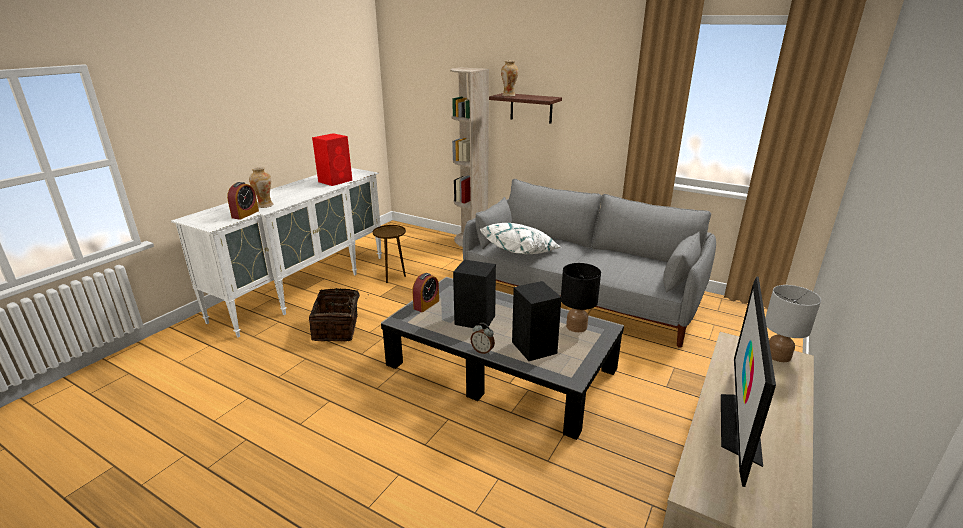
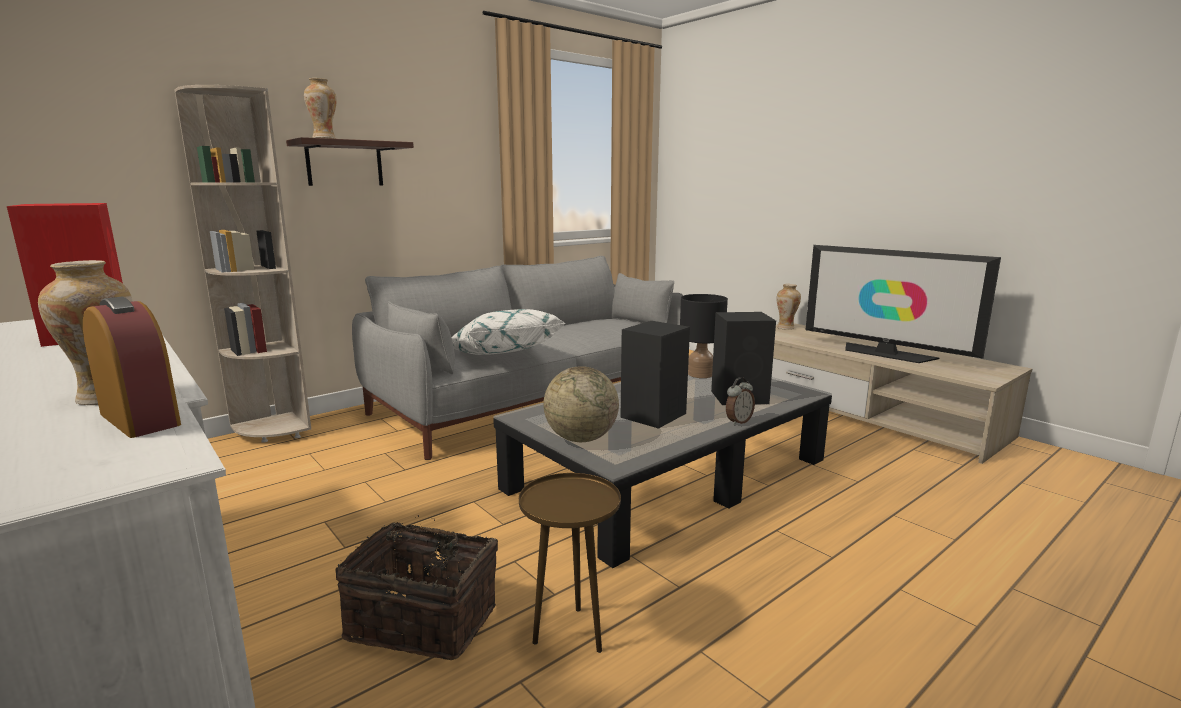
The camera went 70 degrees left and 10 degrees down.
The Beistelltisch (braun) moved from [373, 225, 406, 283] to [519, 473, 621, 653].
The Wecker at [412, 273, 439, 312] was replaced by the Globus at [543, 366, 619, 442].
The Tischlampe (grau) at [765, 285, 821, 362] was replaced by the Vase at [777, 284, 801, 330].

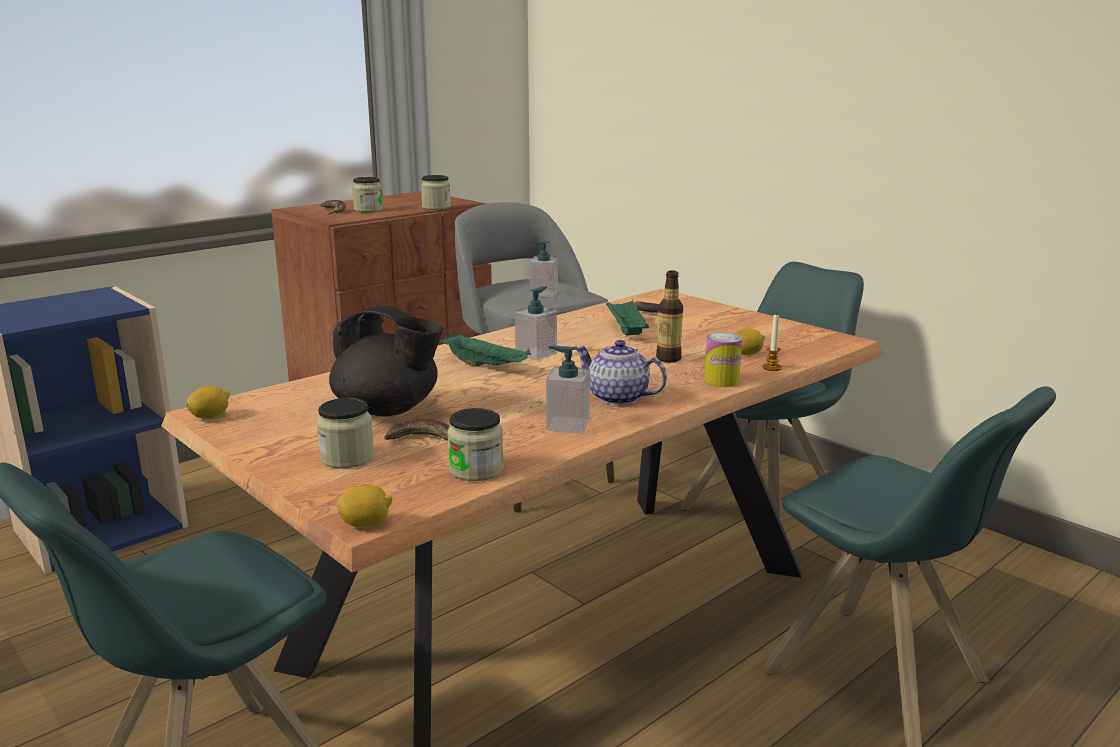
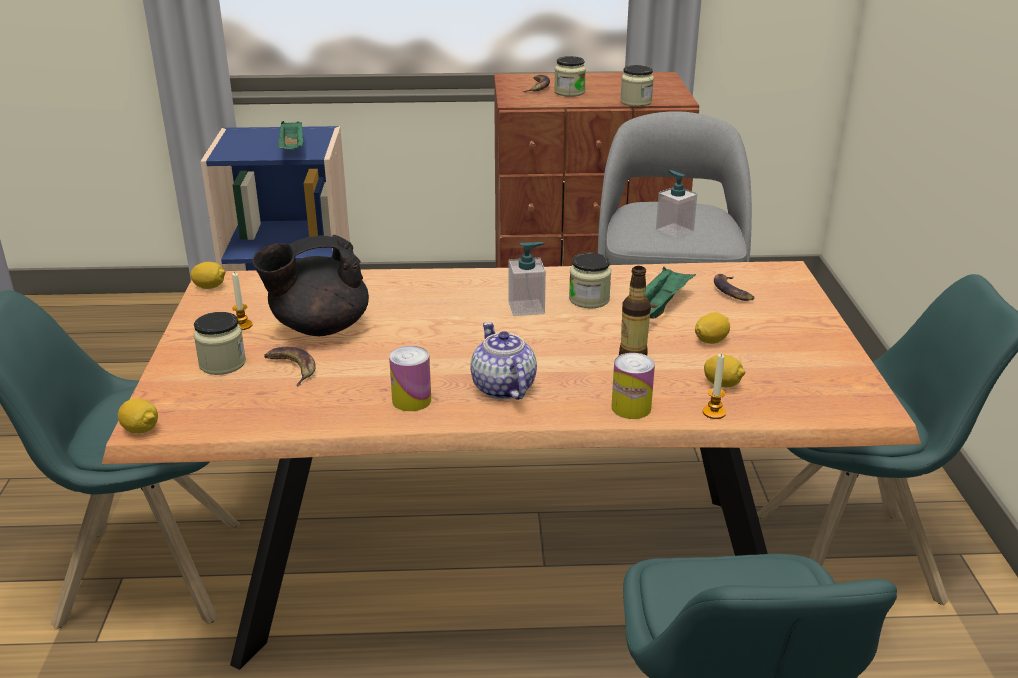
The camera went 40 degrees right and 10 degrees up.
The Teekanne (schwarz) at [329, 306, 443, 417] turned 90 degrees clockwise.
The Tablett (grün) moved from [439, 334, 531, 367] to [278, 121, 304, 149].
The Seifenspender at [546, 346, 590, 434] was replaced by the Dose at [389, 346, 431, 411].
The Vorratsglas moved from [447, 408, 504, 481] to [569, 253, 611, 309].
The Kerze at [232, 273, 253, 330] appeared.
The Zitrone at [695, 312, 730, 344] appeared.

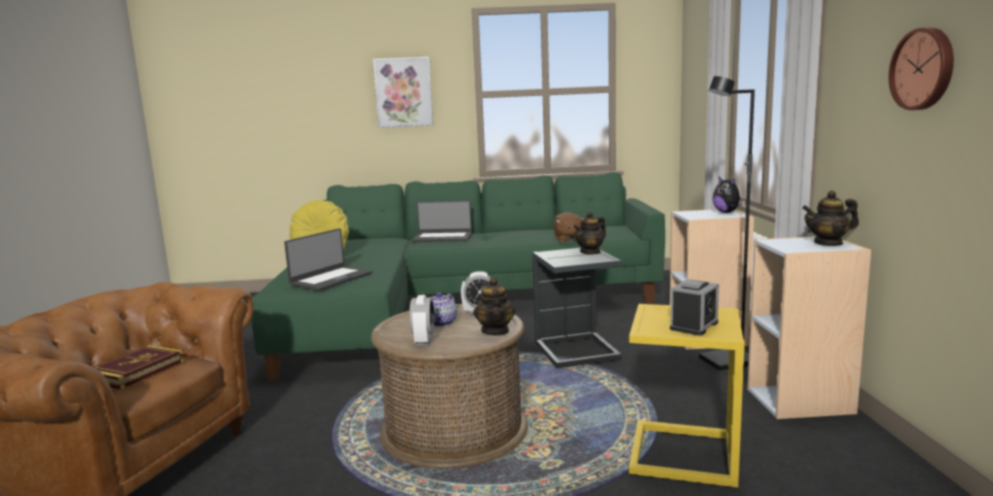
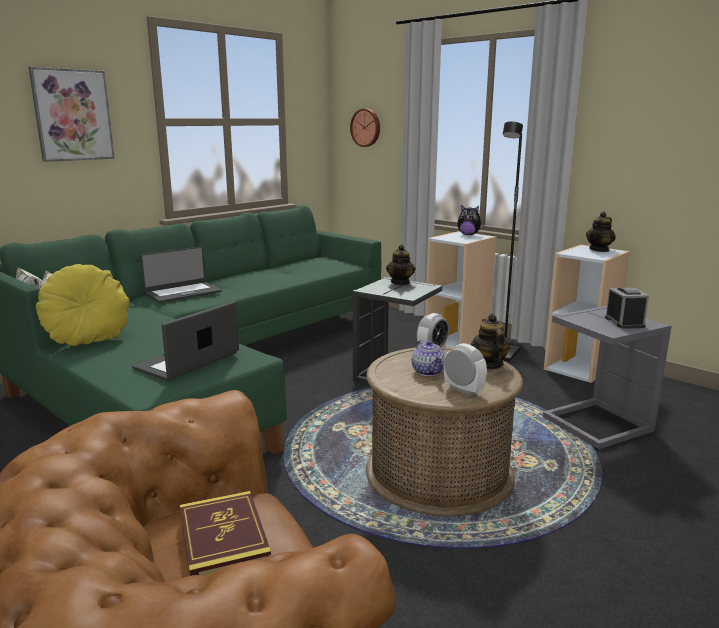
The camera went 45 degrees left and 5 degrees up.
The Wanduhr moved from [888, 27, 954, 110] to [350, 109, 380, 147].
The Plüschtier (braun) at [553, 212, 583, 243] disappeared.
The Laptop at [284, 228, 372, 291] turned 135 degrees counterclockwise.
The Teekanne at [473, 277, 516, 336] turned 135 degrees counterclockwise.
The Beistelltisch (gelb) at [629, 304, 745, 487] became the Beistelltisch (grau) at [543, 306, 671, 449].

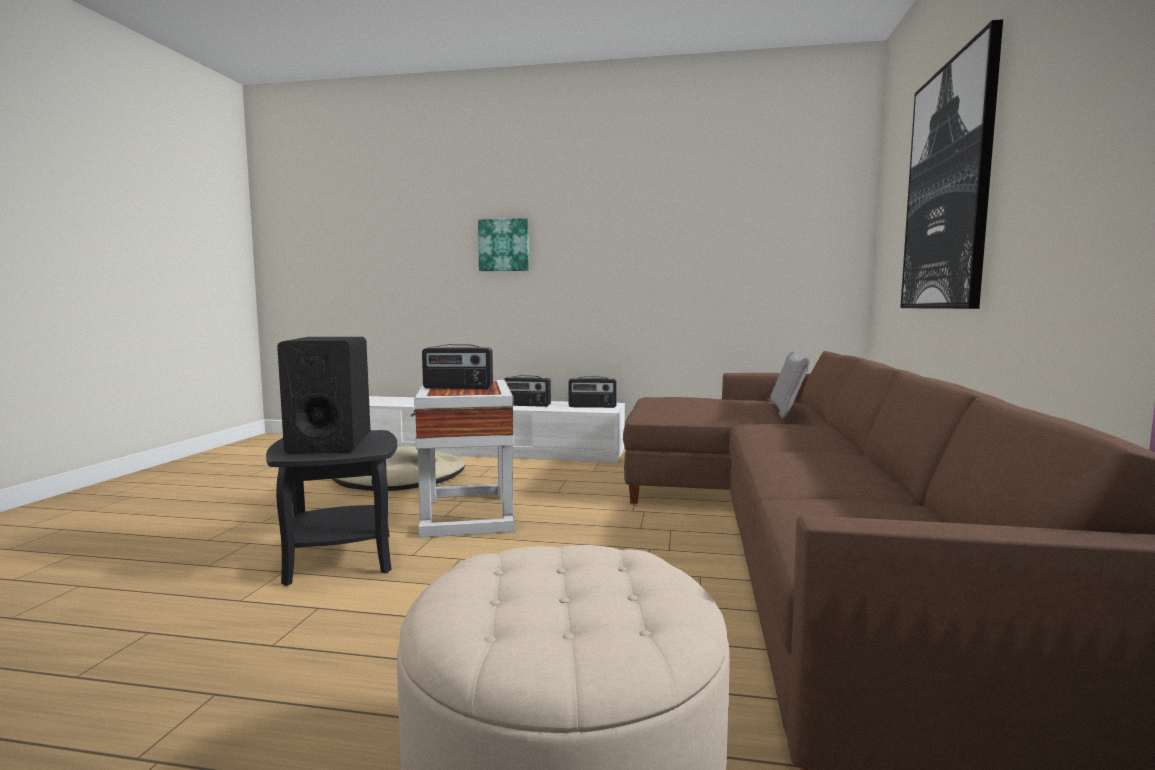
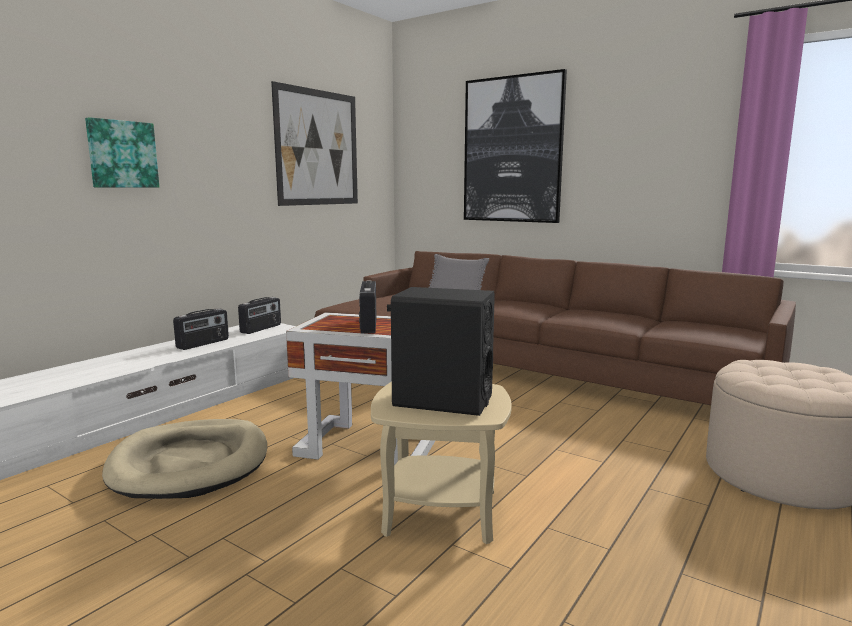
The camera went 65 degrees left and 5 degrees up.
The Radio at [422, 344, 493, 389] turned 150 degrees clockwise.
The Beistelltisch (schwarz) at [266, 430, 397, 586] became the Beistelltisch (beige) at [371, 382, 512, 544].
The Bild at [271, 81, 358, 206] appeared.

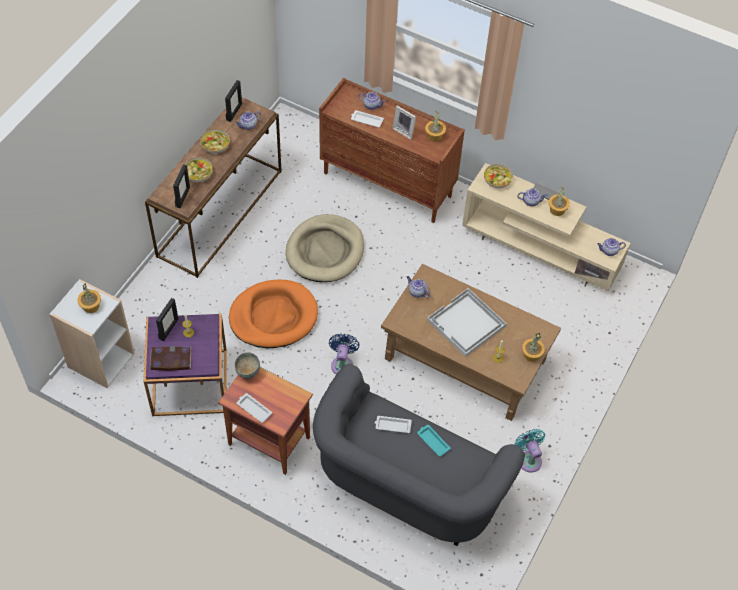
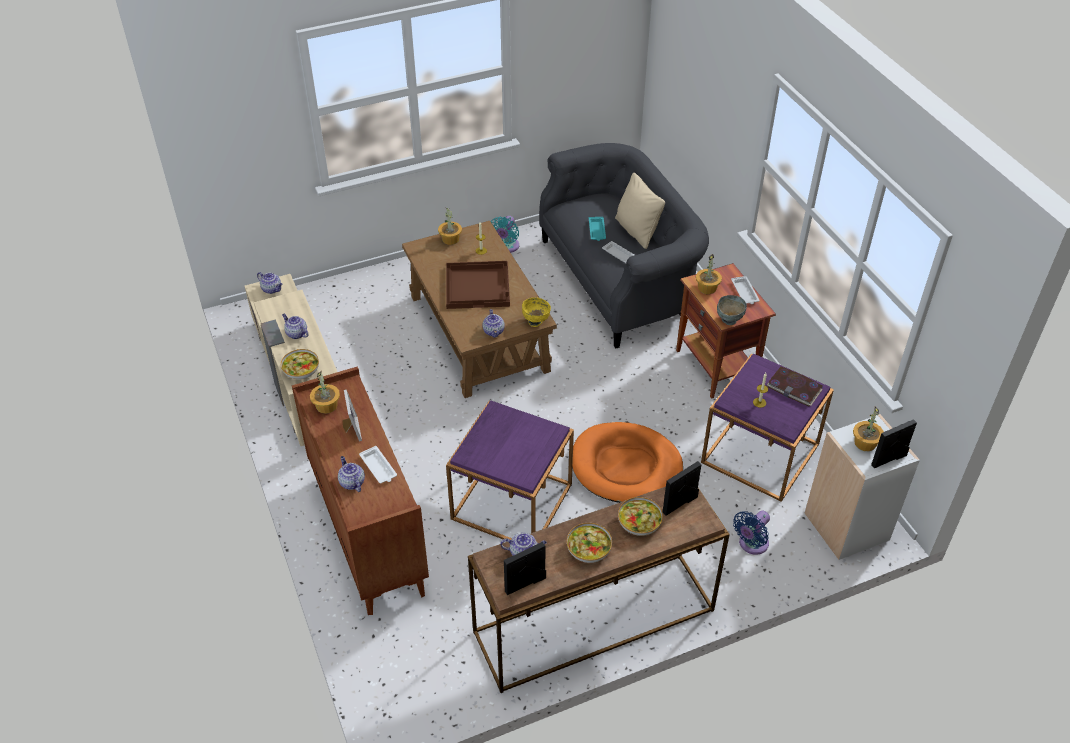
The camera went 140 degrees left and 10 degrees down.
The Topfpflanze moved from [549, 187, 570, 216] to [696, 254, 722, 294].
The Hundebett (beige) at [286, 214, 364, 282] was replaced by the Beistelltisch (lila) at [446, 400, 574, 540].
The Tablett (weiß) at [427, 288, 507, 357] became the Tablett (braun) at [446, 261, 510, 309].
The Bilderrahmen moved from [156, 298, 178, 341] to [871, 419, 917, 468].
The Ventilator (blau) moved from [329, 333, 360, 374] to [733, 511, 770, 555].
The Kissen (beige) at [615, 172, 665, 249] appeared.
The Schüssel (gelb) at [522, 297, 551, 327] appeared.

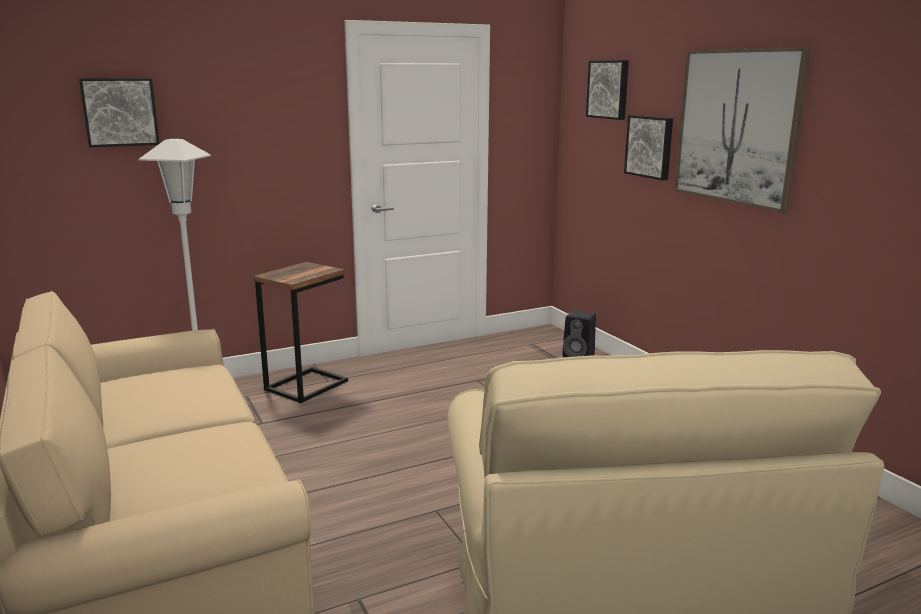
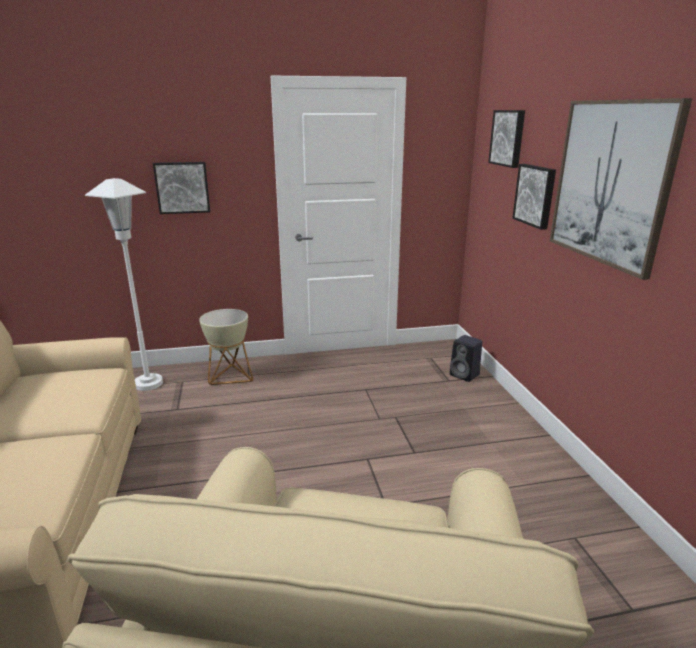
The camera went 15 degrees right and 5 degrees up.
The Bild moved from [79, 78, 159, 147] to [153, 162, 210, 214].
The Beistelltisch at [254, 262, 348, 403] was replaced by the Pflanzkübel at [199, 309, 253, 385].

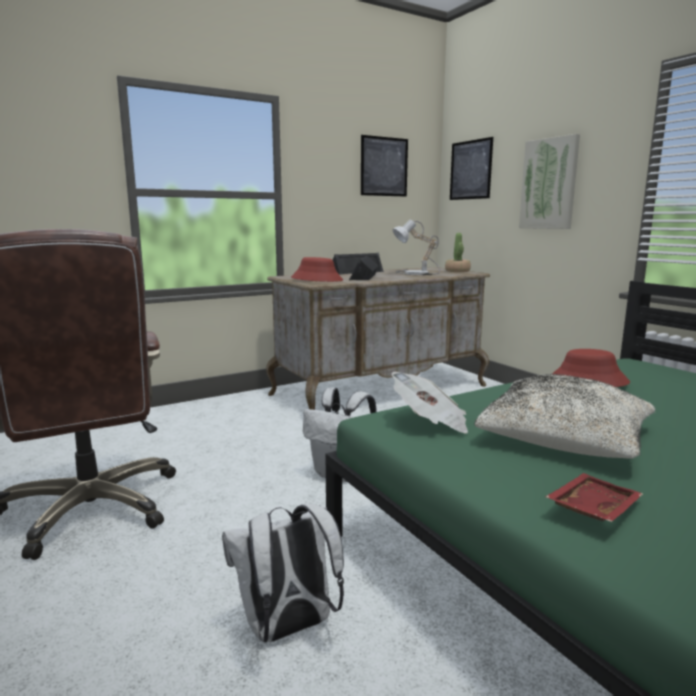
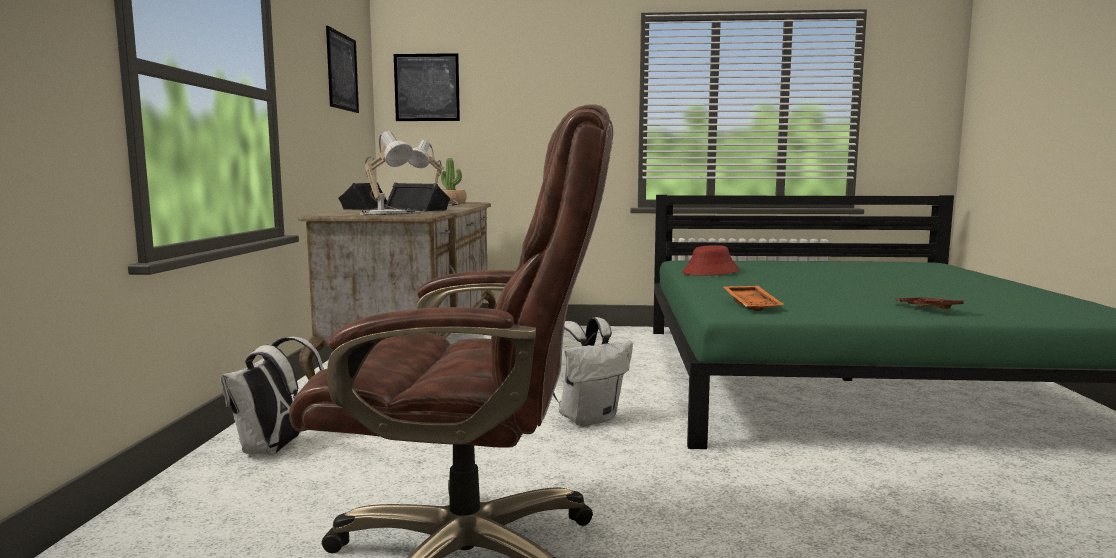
The camera went 55 degrees left and 5 degrees down.
The Bild at [519, 134, 580, 229] disappeared.
The Hut (rot) at [291, 257, 343, 282] was replaced by the Tischlampe at [360, 131, 422, 215].
The Zeitung at [391, 372, 468, 433] was replaced by the Tablett (orange) at [724, 285, 785, 311].
The Kissen (beige) at [474, 374, 656, 459] disappeared.
The Rucksack (weiß) moved from [222, 504, 344, 642] to [220, 336, 324, 455].

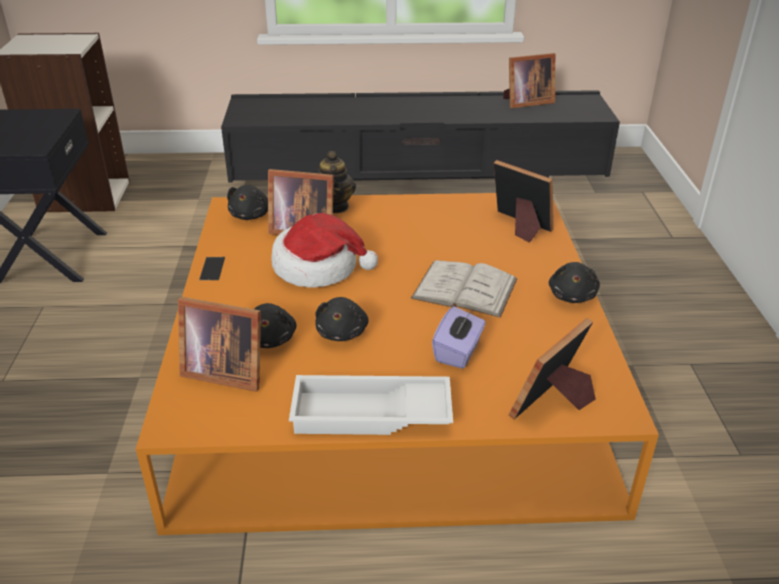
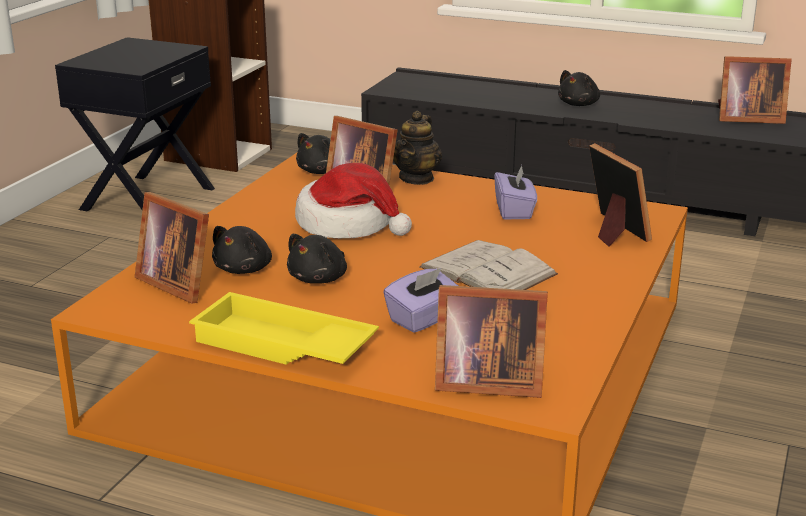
The camera went 25 degrees right and 10 degrees down.
The Handy at [199, 257, 225, 280] disappeared.
The Plüschtier (schwarz) moved from [549, 262, 600, 303] to [558, 70, 600, 106].
The Bilderrahmen at [509, 318, 596, 419] turned 150 degrees counterclockwise.
The Tablett (weiß) at [289, 375, 453, 435] became the Tablett (gelb) at [189, 292, 379, 365].
The Taschentuchbox (lila) at [494, 165, 537, 219] appeared.

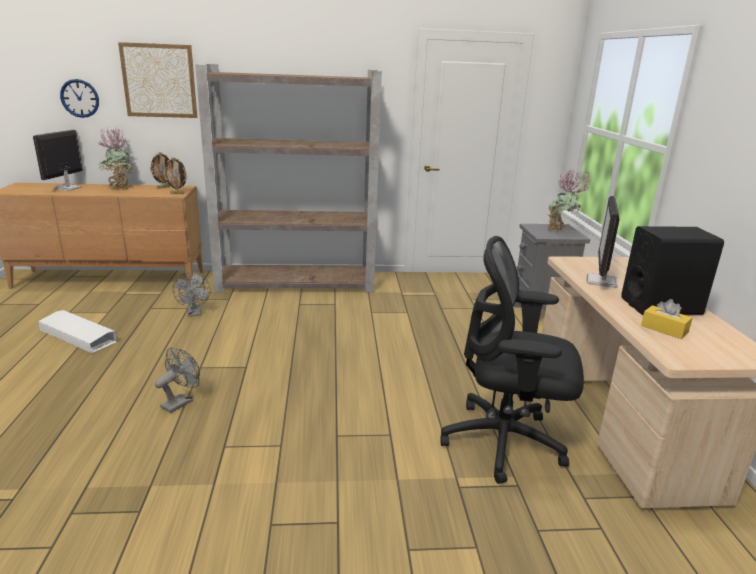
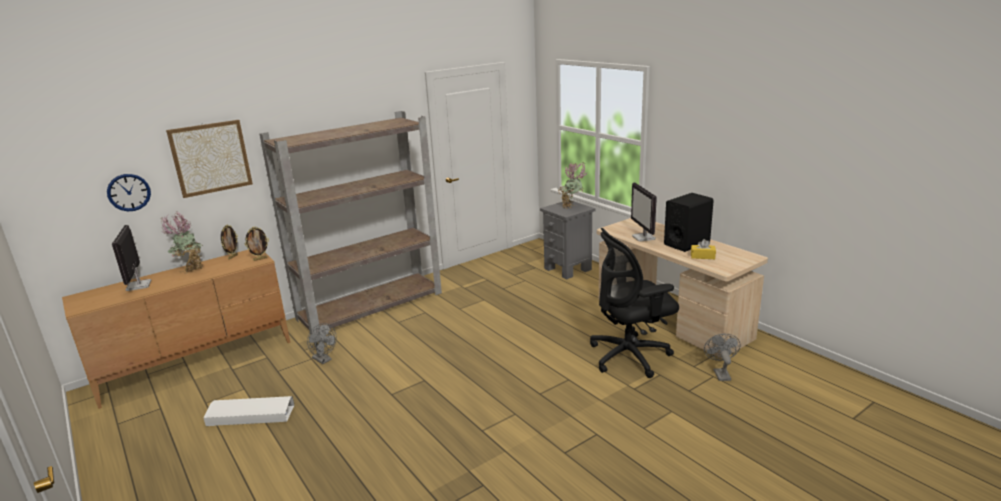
The camera went 30 degrees left and 0 degrees up.
The Ventilator (grau) moved from [155, 348, 200, 413] to [704, 334, 741, 381].

